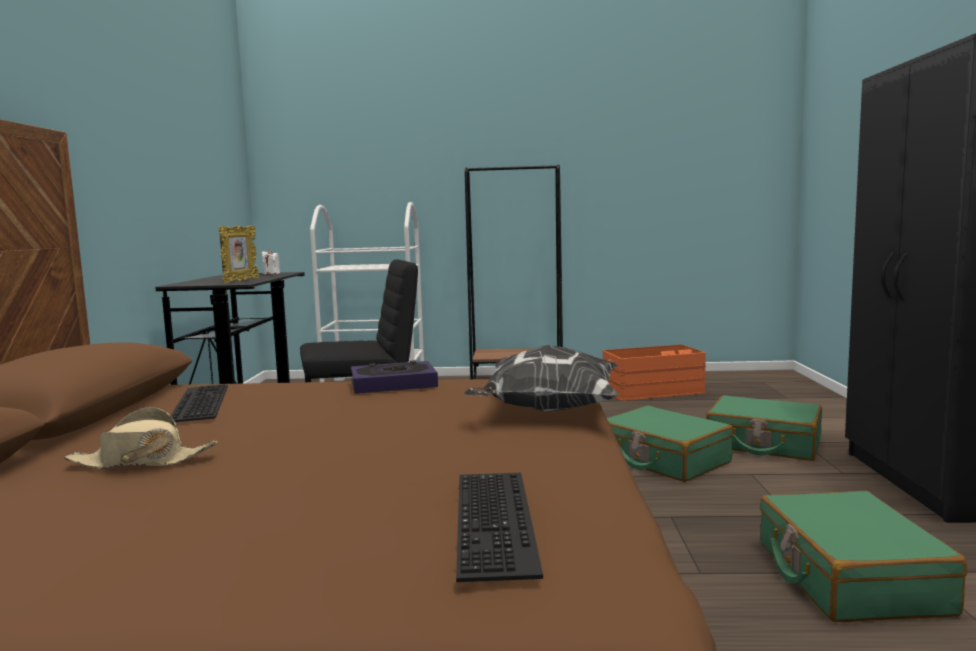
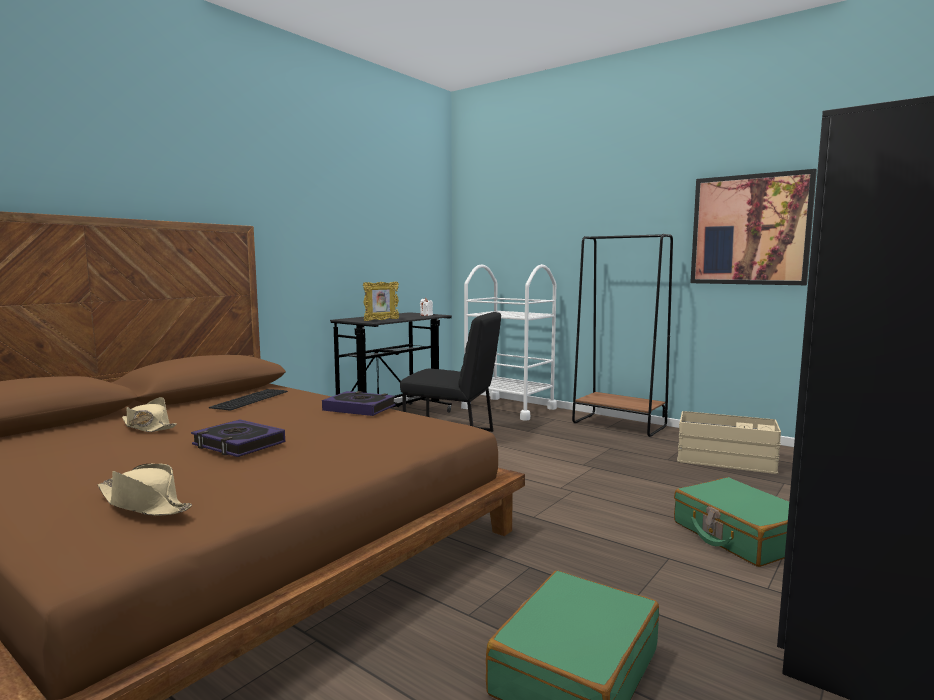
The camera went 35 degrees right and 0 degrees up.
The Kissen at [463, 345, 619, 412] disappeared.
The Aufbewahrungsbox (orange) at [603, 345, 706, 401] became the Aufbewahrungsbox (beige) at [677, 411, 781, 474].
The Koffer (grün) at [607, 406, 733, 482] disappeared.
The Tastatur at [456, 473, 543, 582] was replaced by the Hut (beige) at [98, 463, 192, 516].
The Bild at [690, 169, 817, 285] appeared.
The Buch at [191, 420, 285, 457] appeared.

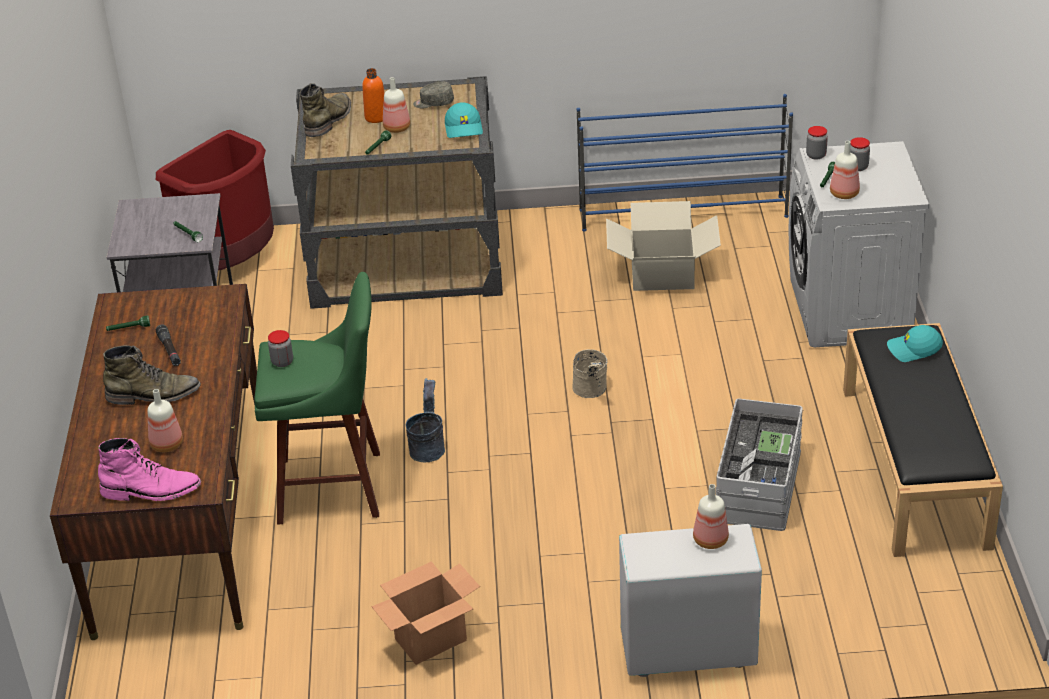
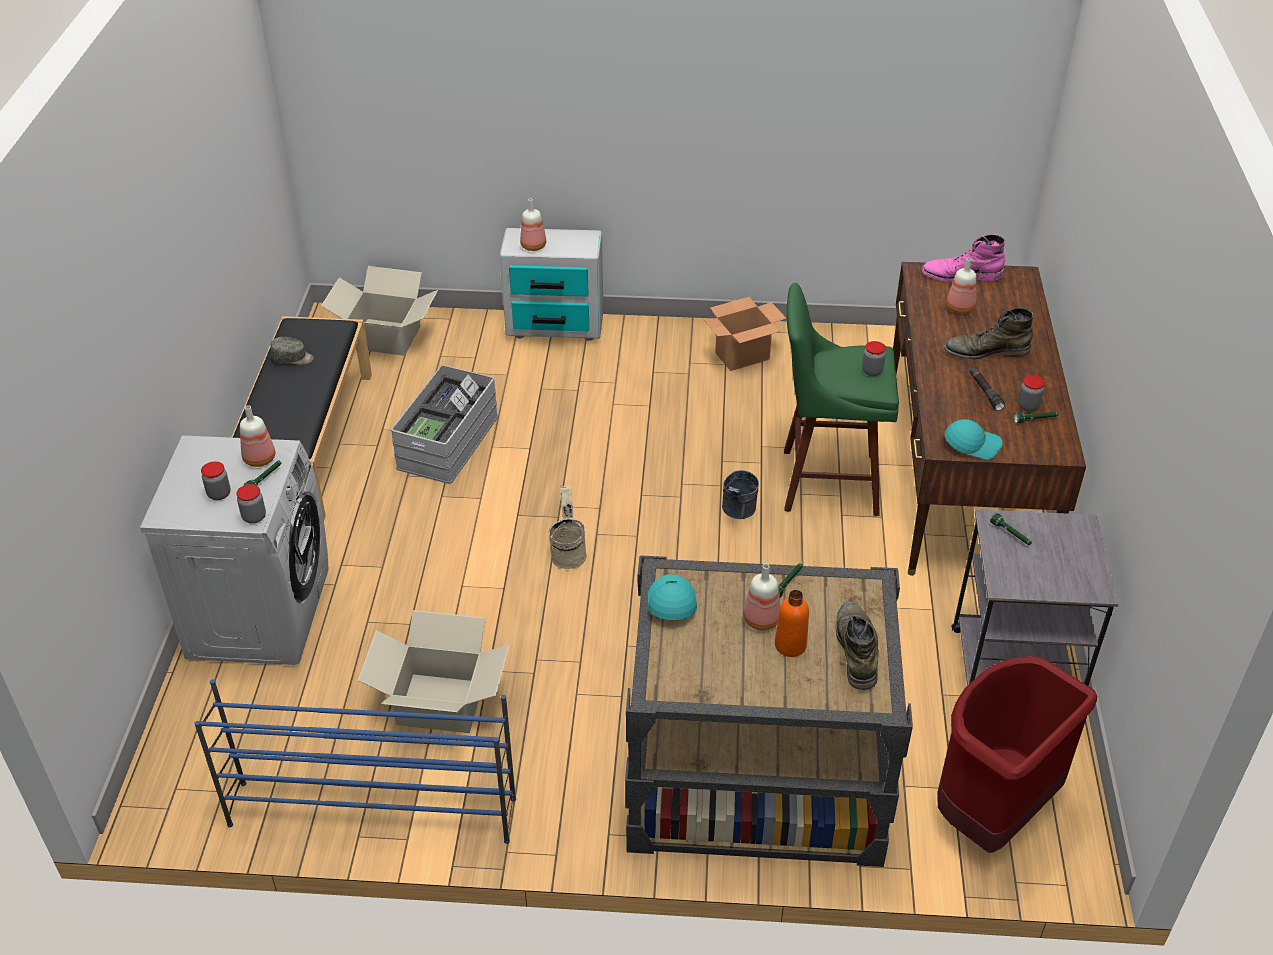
The camera went 175 degrees left and 5 degrees up.
The Kappe (grau) moved from [413, 82, 454, 108] to [270, 337, 314, 365].
The Stiefel (grün) at [300, 83, 351, 137] turned 150 degrees clockwise.
The Kappe (türkis) moved from [887, 325, 943, 362] to [945, 419, 1002, 459].
The Karton at [321, 266, 438, 356] appeared.
The Vorratsglas at [1018, 375, 1045, 411] appeared.

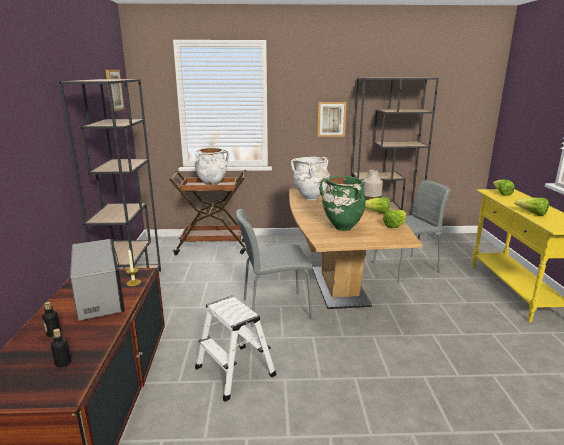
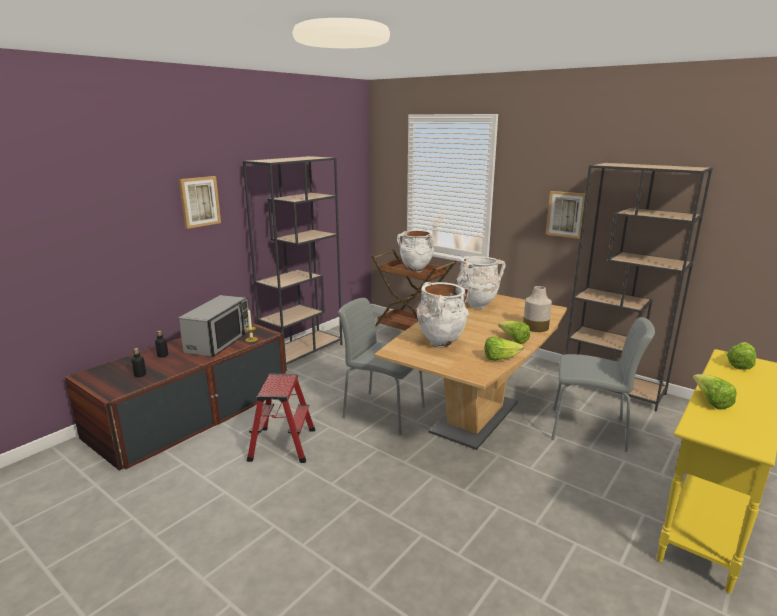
The camera went 40 degrees right and 0 degrees up.
The Bild moved from [106, 70, 124, 112] to [179, 176, 221, 229].
The Vase (grün) at [319, 176, 366, 231] became the Vase (weiß) at [416, 282, 469, 348].
The Trittleiter (weiß) at [195, 295, 277, 402] became the Trittleiter (rot) at [247, 374, 316, 463].

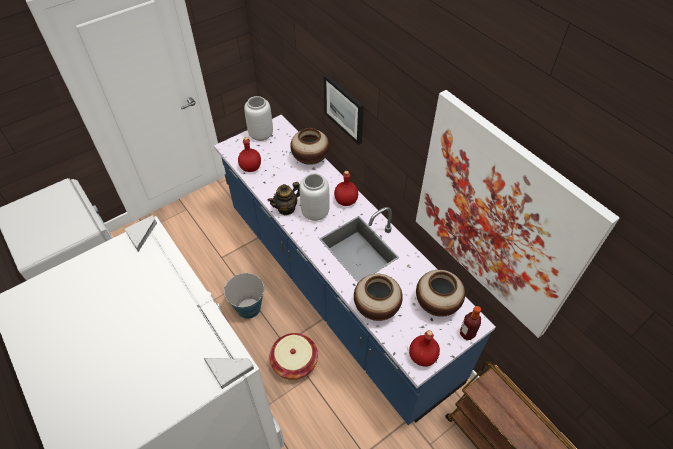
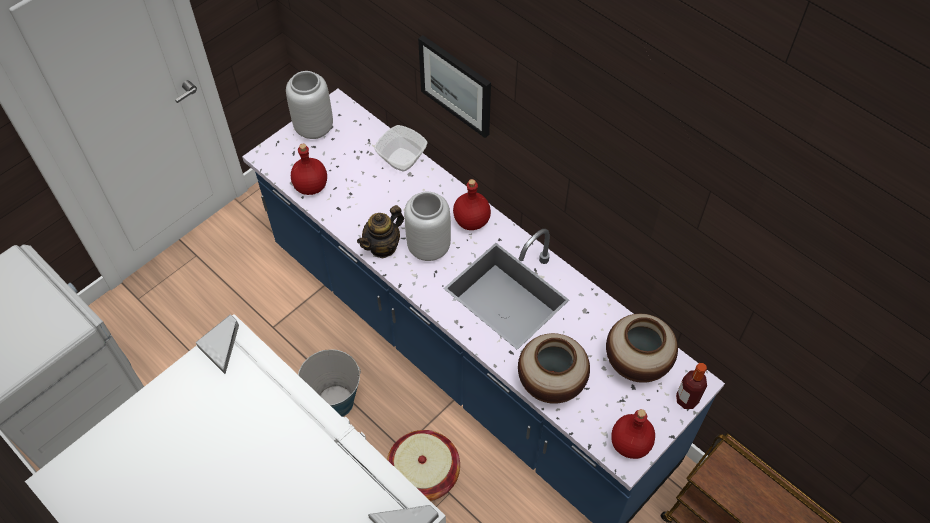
The camera went 10 degrees left and 5 degrees up.
The Bild at [416, 90, 619, 338] disappeared.
The Vase at [290, 128, 329, 165] was replaced by the Schüssel at [374, 125, 428, 171].

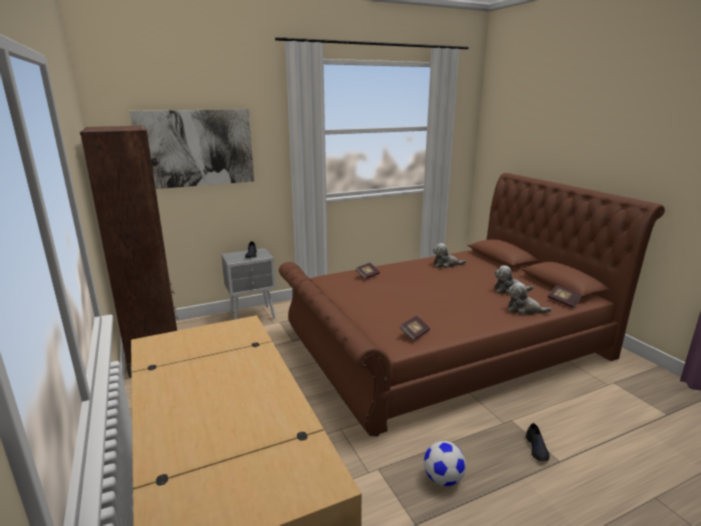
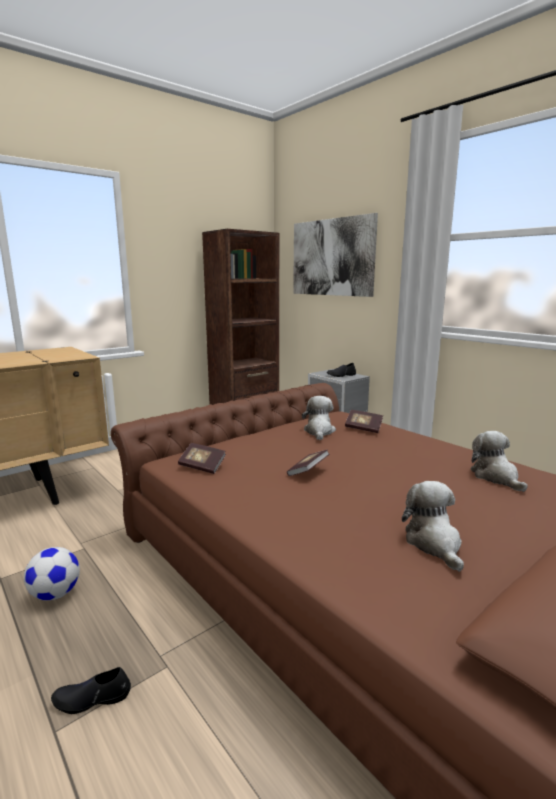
The camera went 75 degrees right and 5 degrees down.
The Plüschtier moved from [508, 282, 552, 315] to [302, 396, 336, 440].
The Buch moved from [548, 285, 582, 308] to [287, 450, 329, 476].

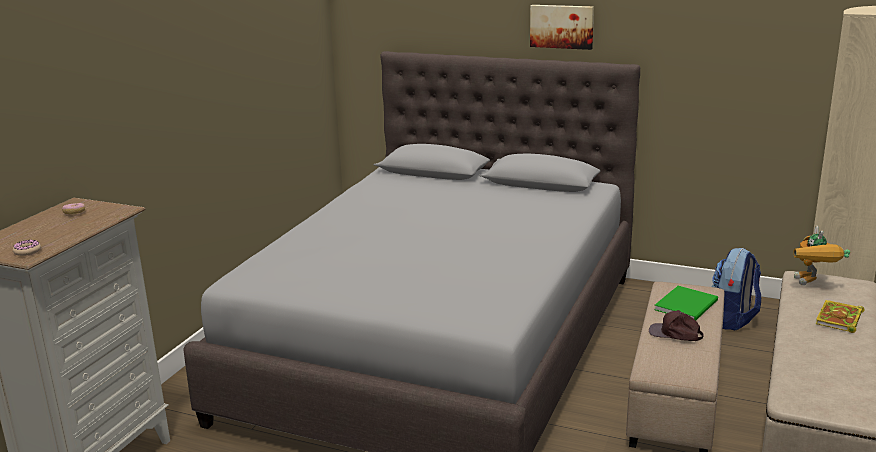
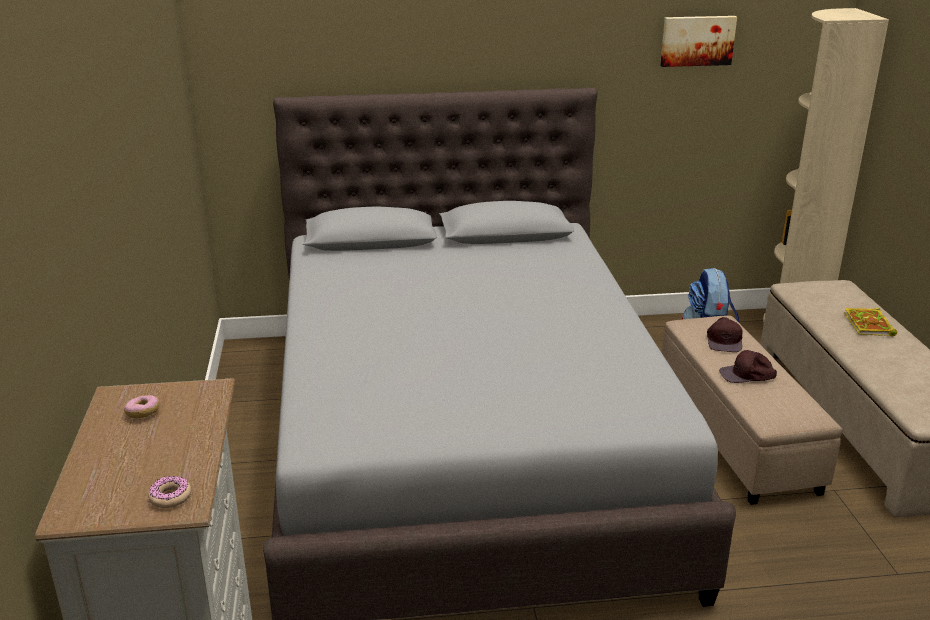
The camera went 30 degrees left and 5 degrees up.
The Bild moved from [530, 5, 594, 50] to [660, 16, 737, 67].
The Spielzeugroboter at [793, 226, 850, 285] disappeared.
The Buch (grün) at [654, 286, 718, 320] was replaced by the Kappe (braun) at [707, 317, 743, 352].

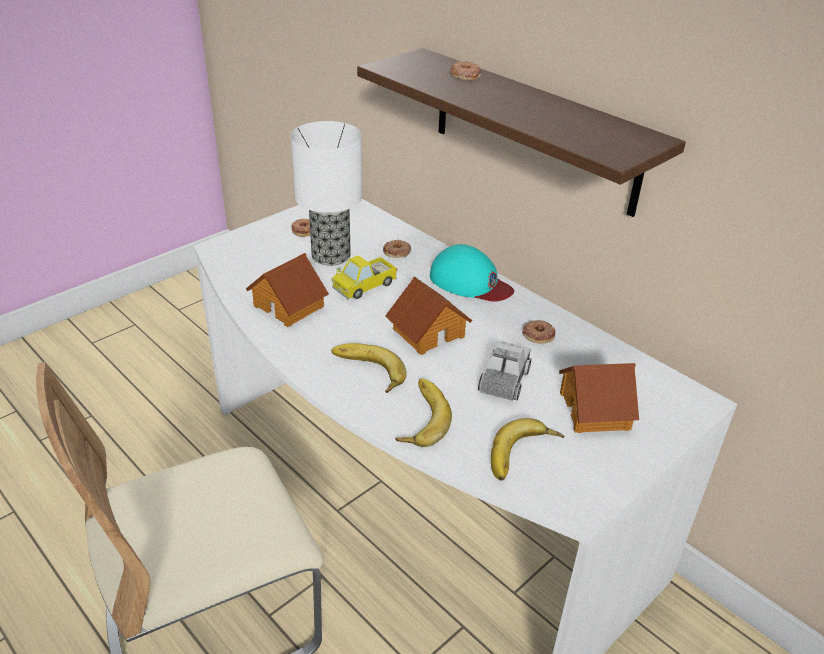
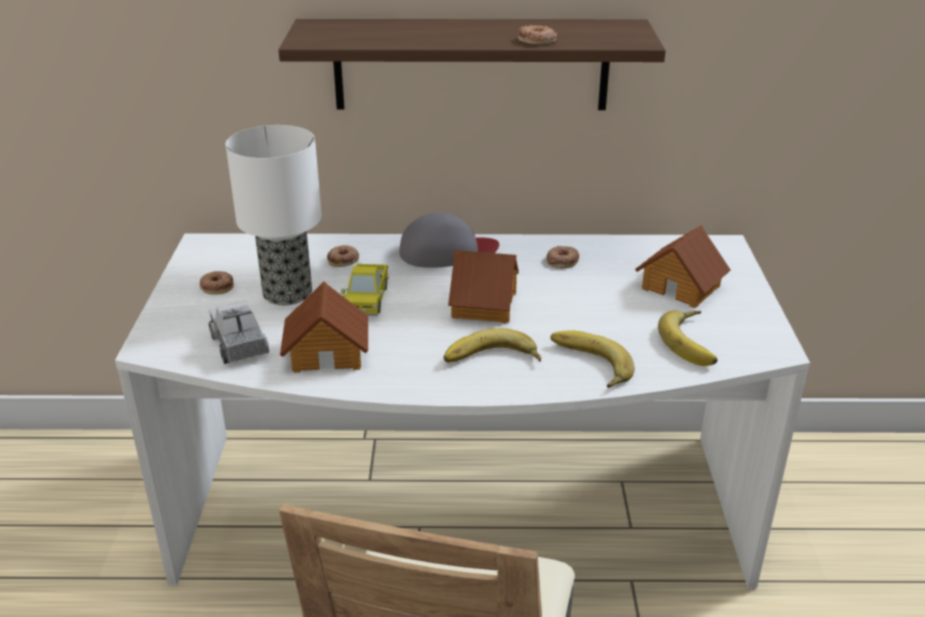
The camera went 45 degrees left and 5 degrees down.
The Donut moved from [450, 61, 481, 80] to [518, 25, 557, 44].
The Kappe (türkis) at [430, 244, 514, 302] became the Kappe (grau) at [399, 213, 499, 268].
The Spielzeuglaster moved from [478, 341, 531, 401] to [209, 300, 269, 364].

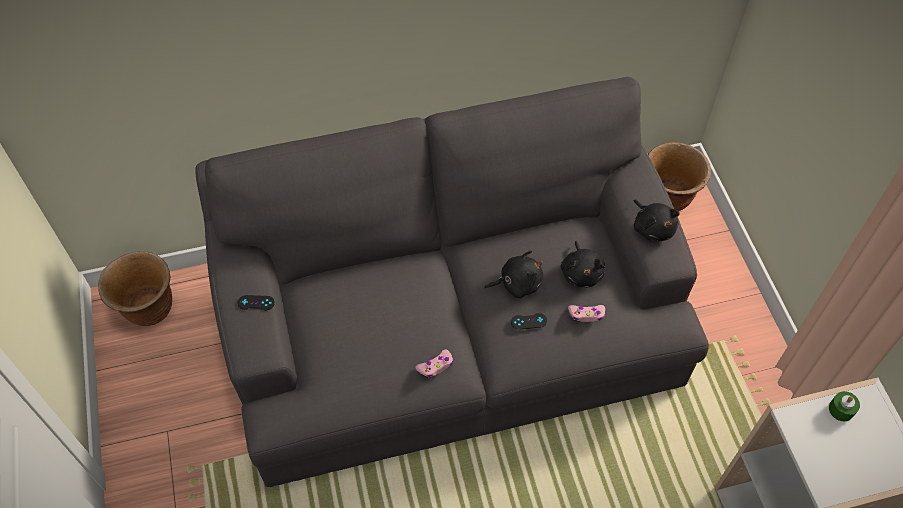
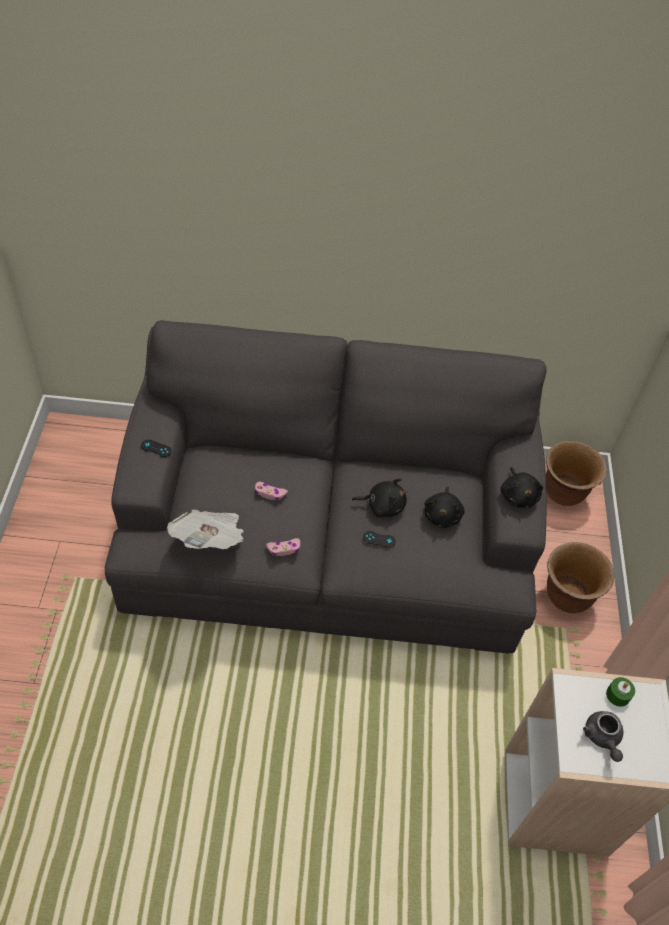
The camera went 15 degrees right and 5 degrees down.
The Pflanzkübel (braun) moved from [98, 251, 172, 326] to [547, 542, 614, 613].
The Gamepad (rosa) moved from [568, 305, 605, 322] to [255, 482, 288, 500].
The Zeitung at [167, 510, 244, 549] appeared.
The Teekanne (grau) at [583, 711, 623, 762] appeared.

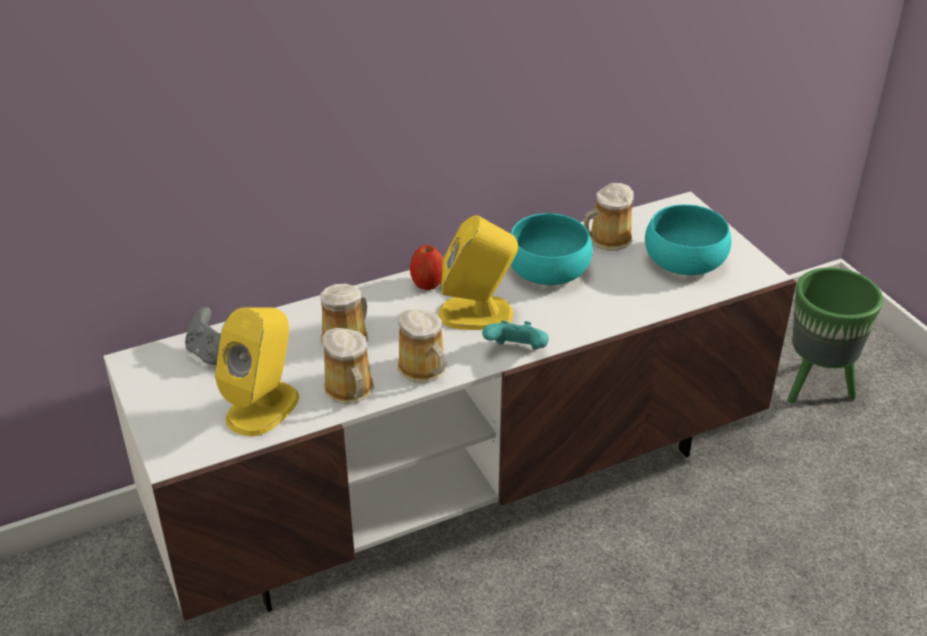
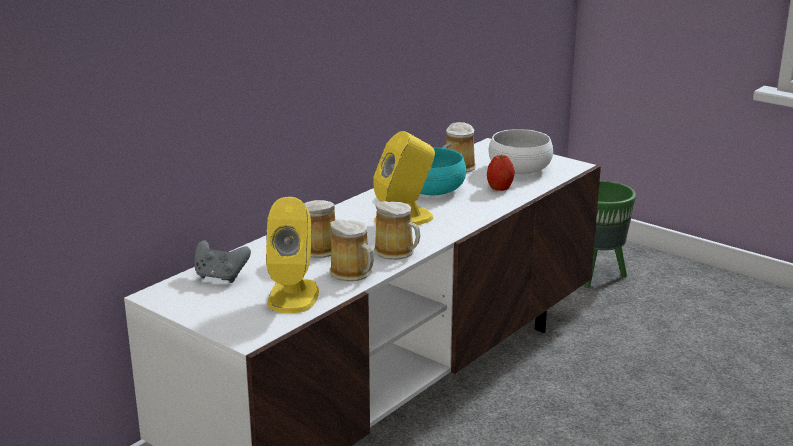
The camera went 25 degrees left and 15 degrees down.
The Schüssel (türkis) at [645, 204, 732, 275] became the Schüssel (weiß) at [489, 129, 553, 174].
The Apfel moved from [410, 245, 443, 290] to [487, 155, 515, 191].
The Gamepad (türkis) at [482, 321, 549, 350] disappeared.

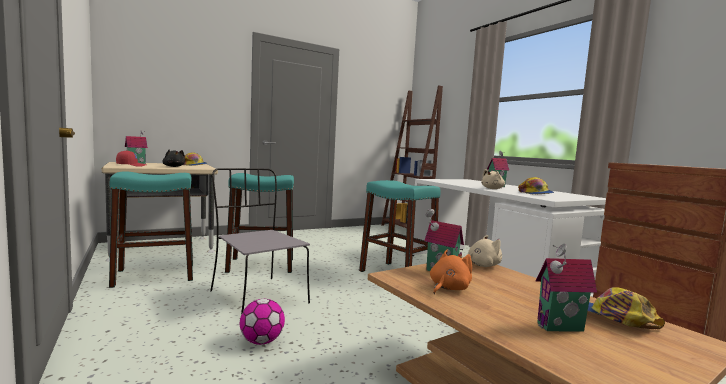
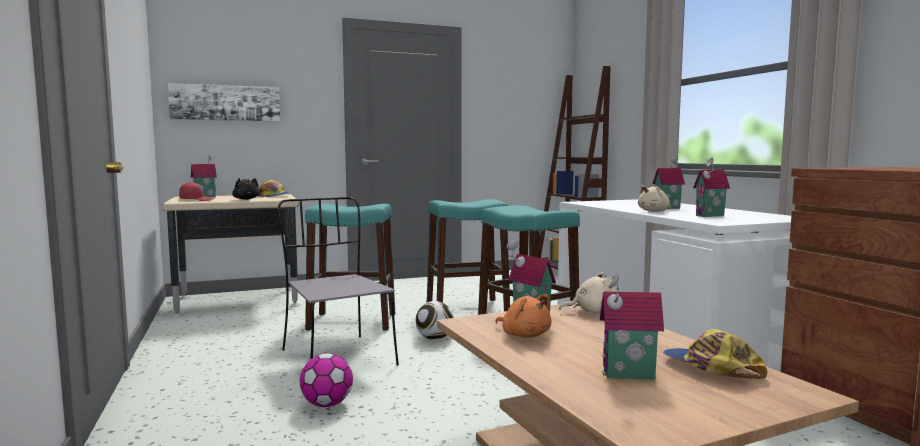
The camera went 10 degrees right and 0 degrees up.
The Hocker (türkis) moved from [109, 171, 193, 288] to [427, 199, 510, 311].
The Kappe at [518, 177, 554, 194] was replaced by the Spielzeughaus at [693, 158, 730, 217].
The Plüschtier (orange) at [430, 250, 472, 294] turned 90 degrees clockwise.
The Bild at [168, 83, 280, 121] appeared.
The Fußball at [416, 301, 454, 340] appeared.

